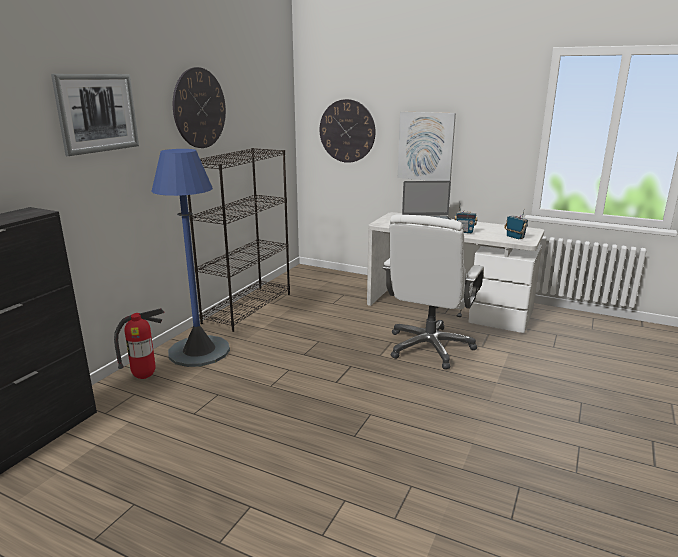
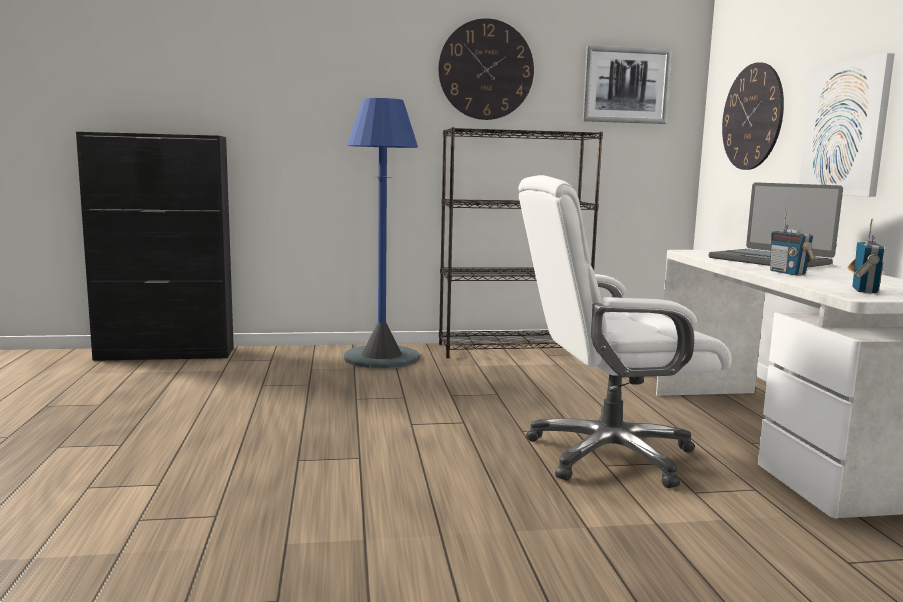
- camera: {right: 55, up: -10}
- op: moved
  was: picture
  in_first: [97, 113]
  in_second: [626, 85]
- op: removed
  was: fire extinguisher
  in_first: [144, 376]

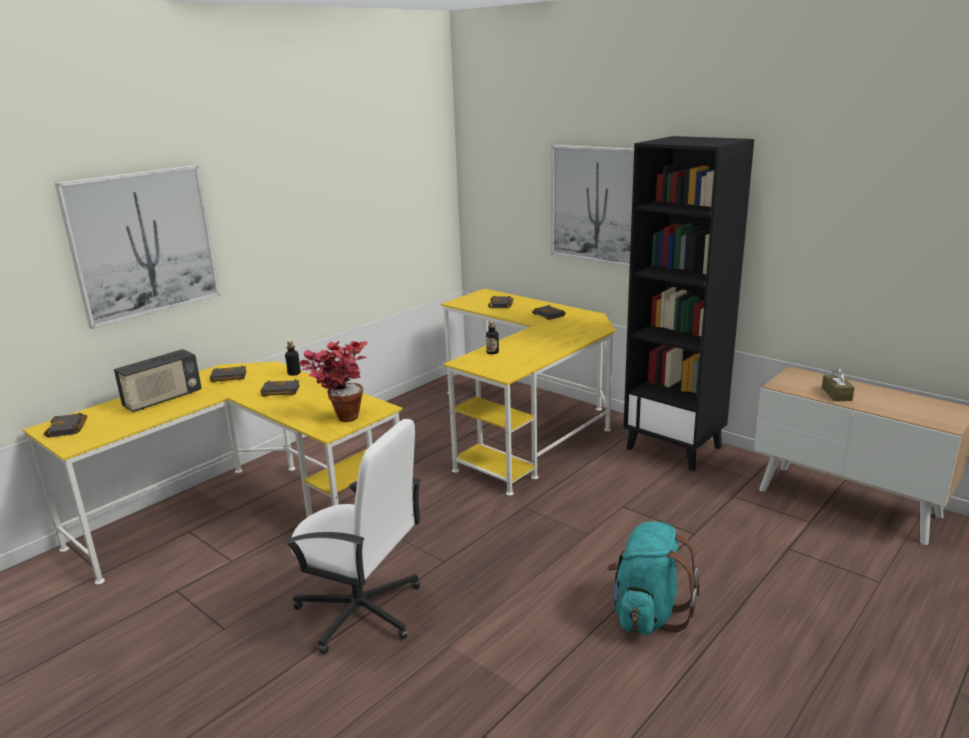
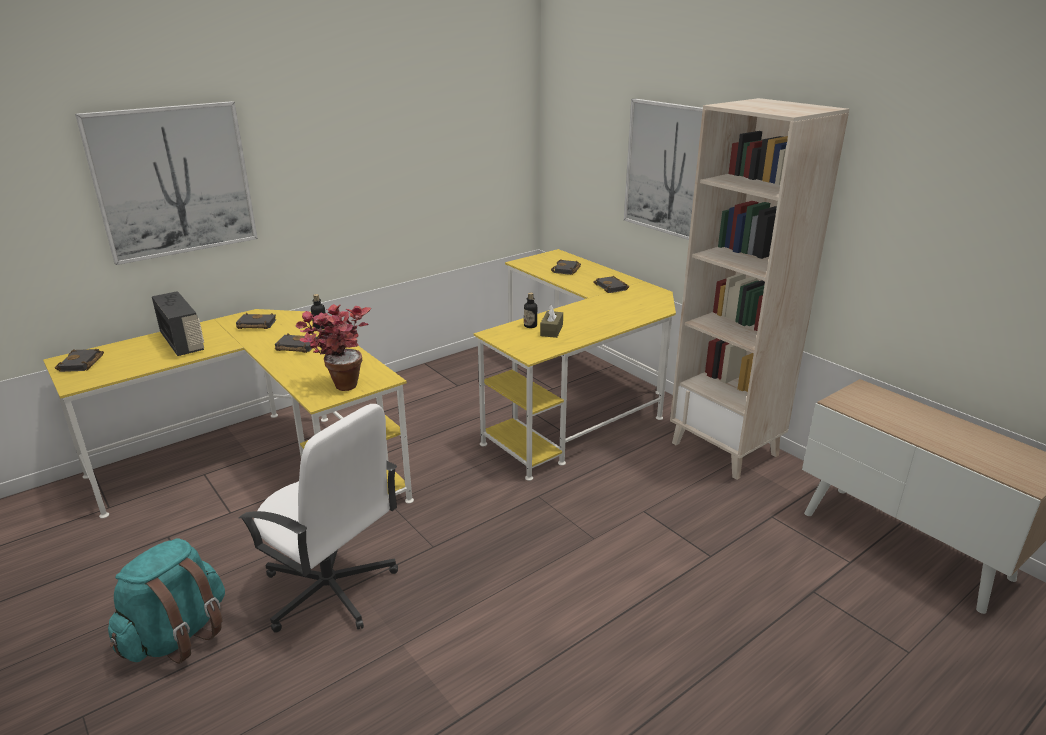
- camera: {right: 10, up: 5}
- op: moved
  was: backpack in turquoise
  in_first: [647, 614]
  in_second: [177, 635]
- op: turned
  was: radio
  in_first: [163, 400]
  in_second: [183, 342]
  clockwise: -90
- op: moved
  was: tissue box in brown
  in_first: [836, 394]
  in_second: [551, 330]
- op: recoloured
  was: bookcase in black
  now: bookcase in beige
  in_first: [674, 448]
  in_second: [725, 449]

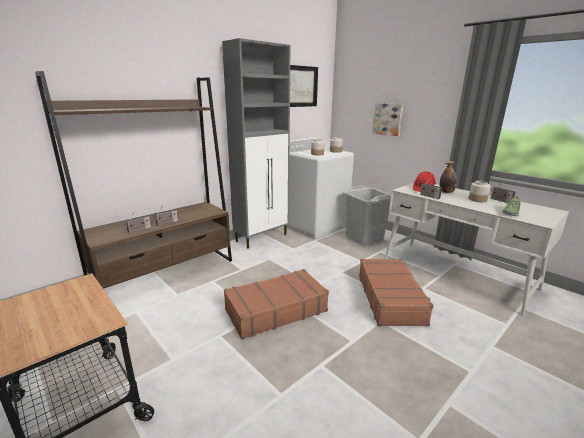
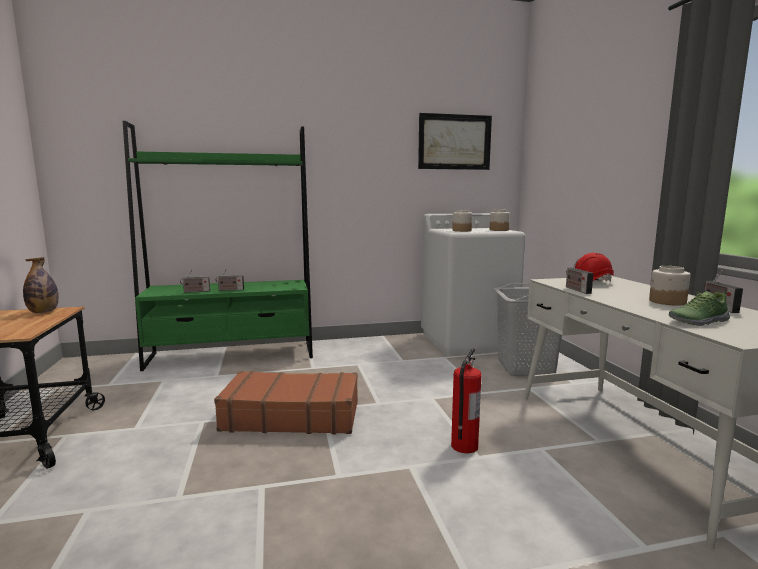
- camera: {right: 30, up: -10}
- op: moved
  was: bottle
  in_first: [446, 192]
  in_second: [43, 312]
- op: recoloured
  was: bookcase in brown
  now: bookcase in green
  in_first: [166, 274]
  in_second: [232, 355]
- op: replaced
  was: suitcase in brown
  now: fire extinguisher
  in_first: [390, 298]
  in_second: [464, 446]
- op: removed
  was: cabinet in grey
  in_first: [262, 238]
- op: removed
  was: picture
  in_first: [388, 119]

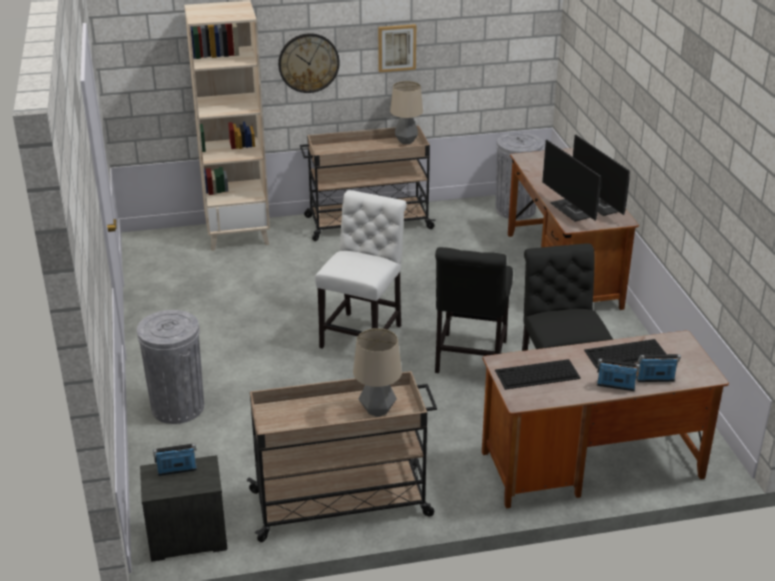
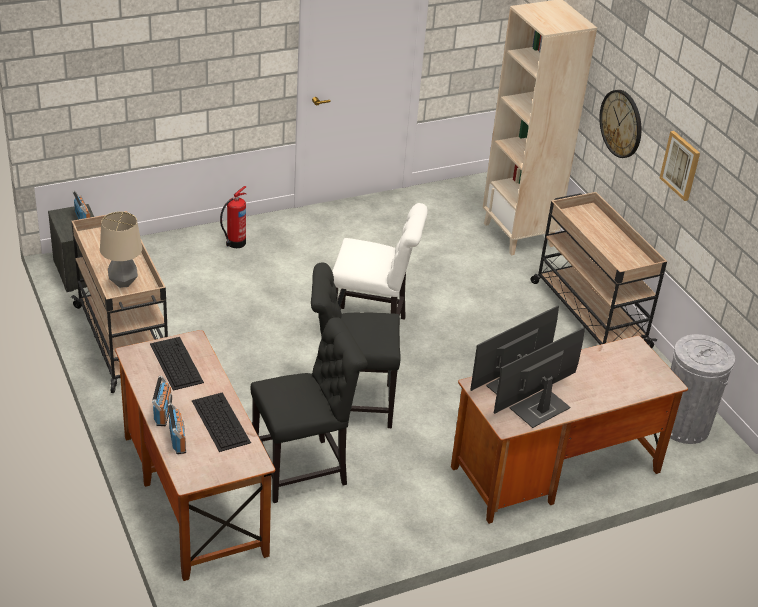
- camera: {right: 75, up: 5}
- op: replaced
  was: trash can in grey
  now: fire extinguisher
  in_first: [177, 407]
  in_second: [235, 243]
- op: removed
  was: table lamp
  in_first: [406, 141]

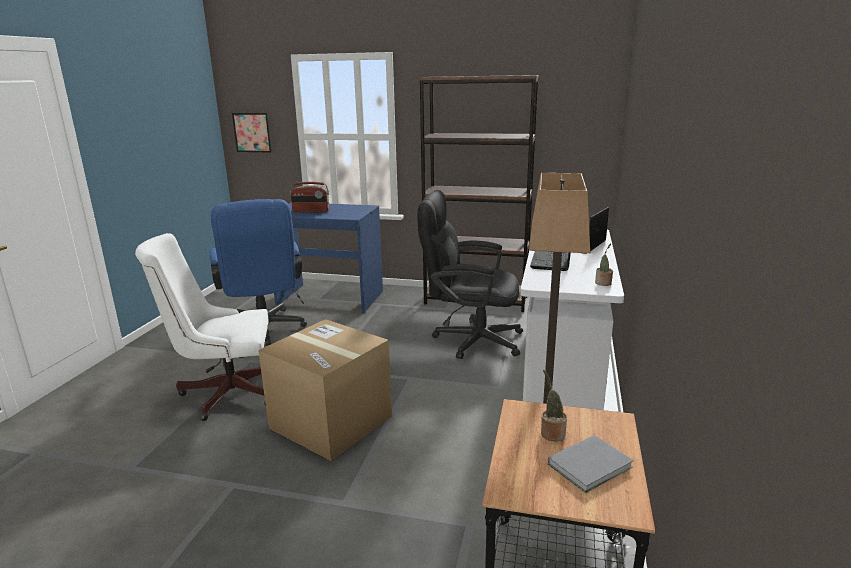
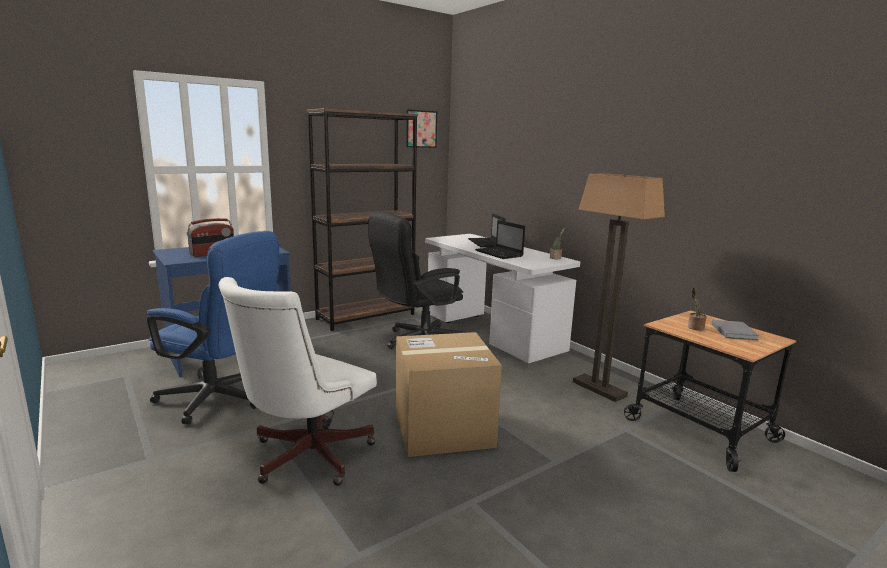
- camera: {right: -50, up: -5}
- op: moved
  was: picture
  in_first: [252, 132]
  in_second: [421, 129]

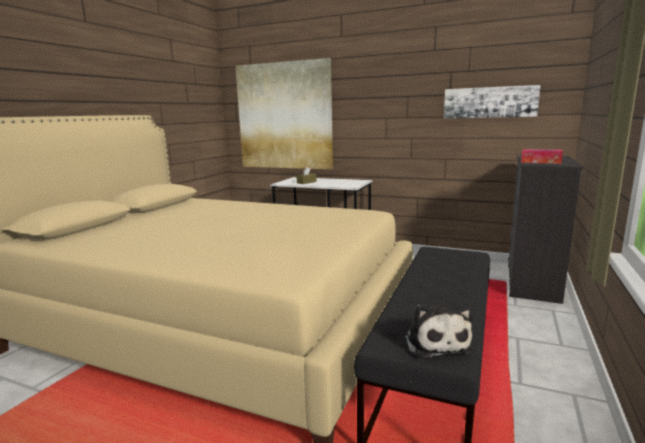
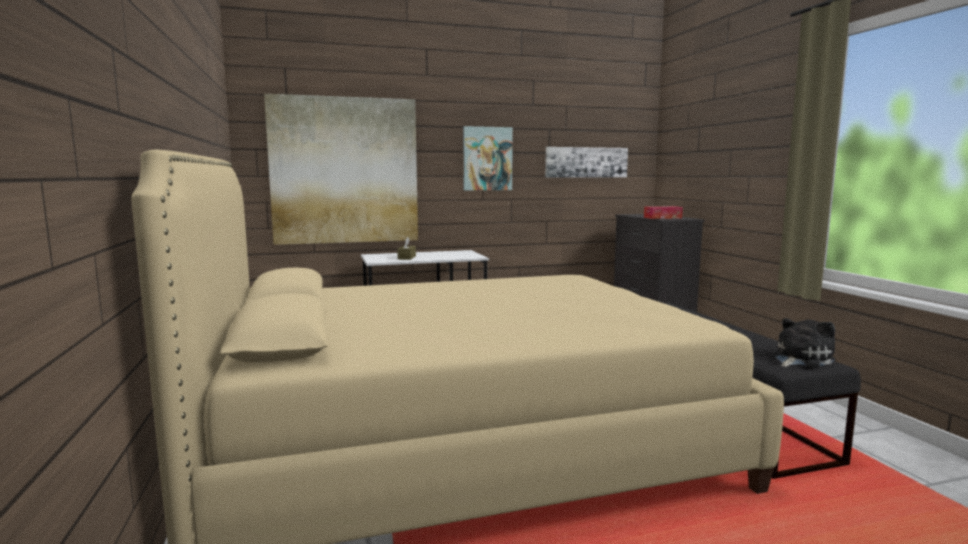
- camera: {right: -40, up: -5}
- op: added
  now: picture
  in_second: [487, 158]
- op: turned
  was: plush toy
  in_first: [436, 342]
  in_second: [799, 358]
  clockwise: -75

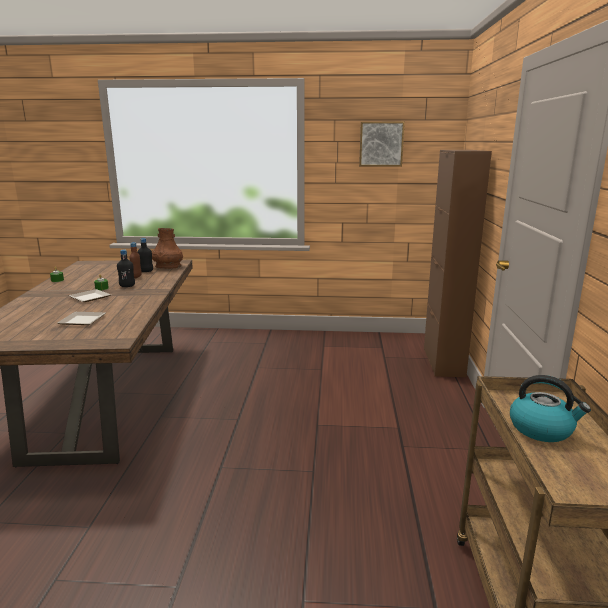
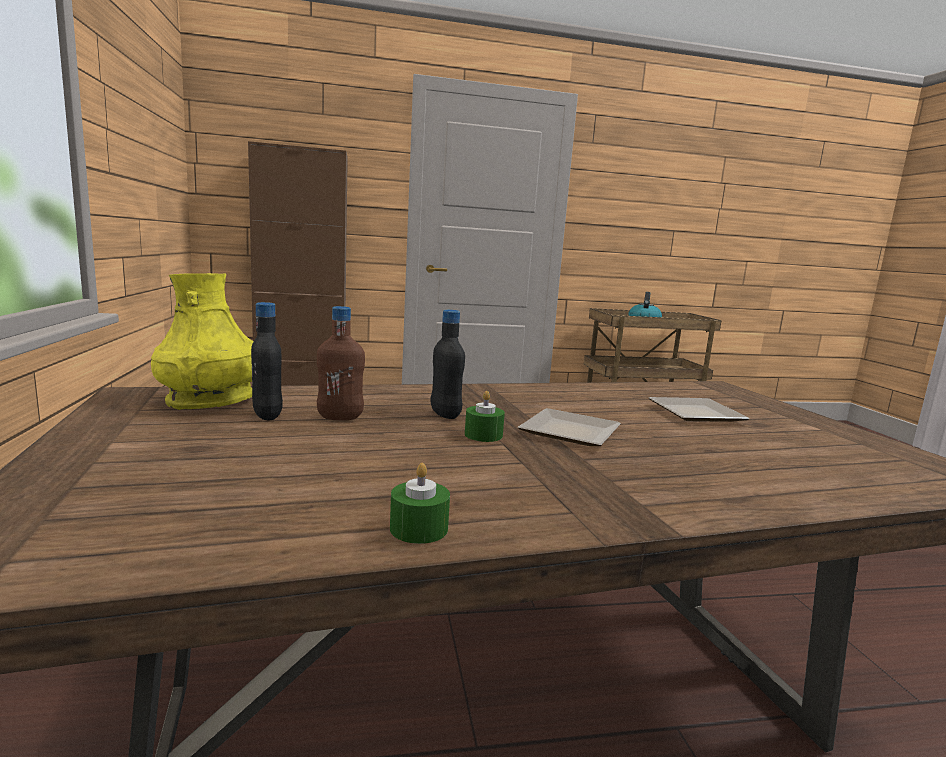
- camera: {right: -105, up: -5}
- op: recoloured
  was: vase in brown
  now: vase in yellow
  in_first: [168, 267]
  in_second: [211, 400]
- op: removed
  was: picture
  in_first: [381, 144]

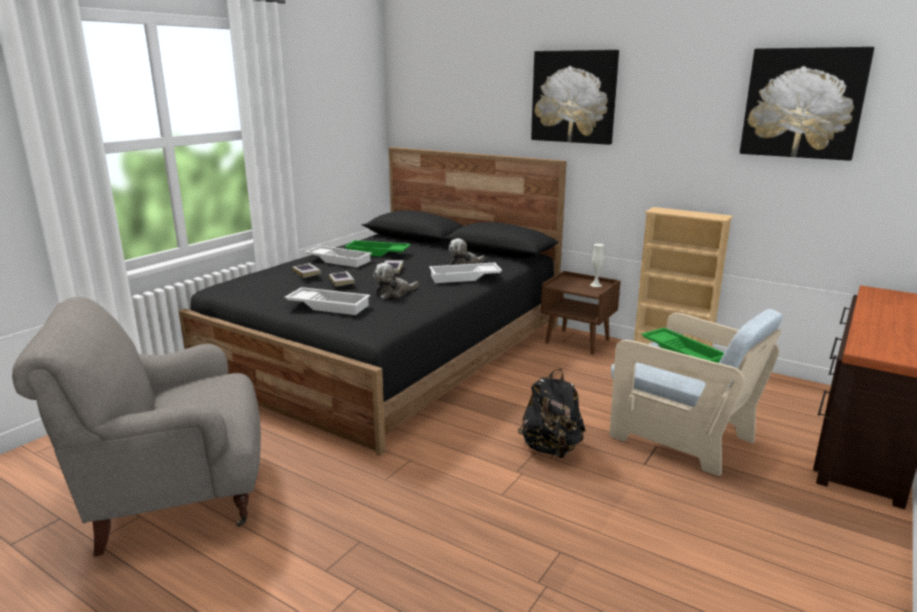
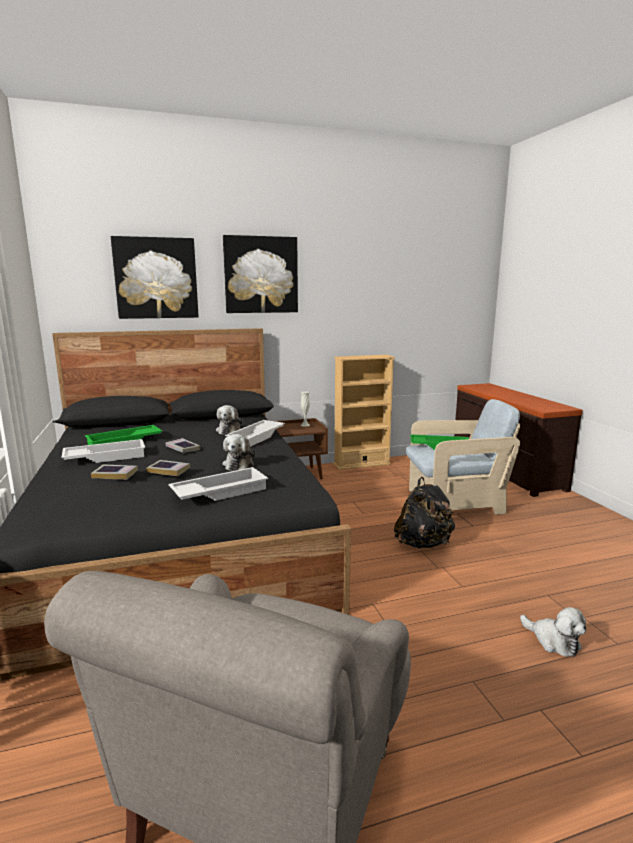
- camera: {right: -50, up: -5}
- op: moved
  was: picture
  in_first: [803, 103]
  in_second: [156, 278]
- op: added
  now: plush toy
  in_second: [553, 641]

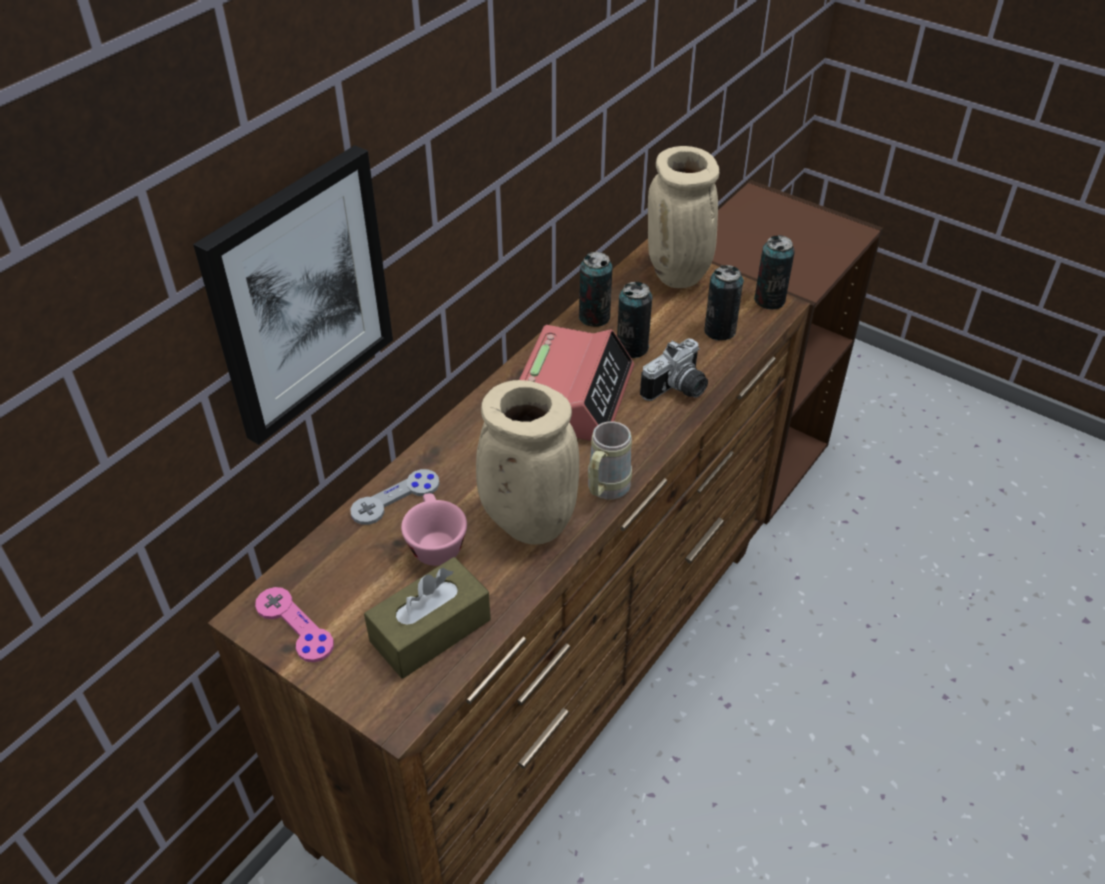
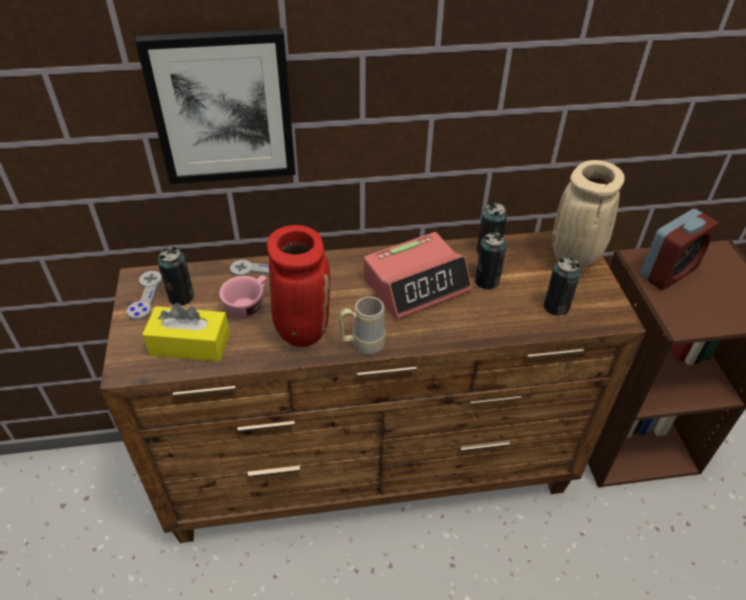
- camera: {right: 45, up: 0}
- op: recoloured
  was: game controller in pink
  now: game controller in grey
  in_first: [294, 626]
  in_second: [145, 296]
- op: recoloured
  was: tissue box in brown
  now: tissue box in yellow
  in_first: [430, 630]
  in_second: [190, 344]
- op: moved
  was: can
  in_first: [769, 300]
  in_second: [181, 297]
- op: recoloured
  was: vase in beige
  now: vase in red
  in_first: [526, 523]
  in_second: [301, 329]
- op: added
  now: alarm clock
  in_second: [668, 272]
- op: removed
  was: photo camera
  in_first: [678, 390]

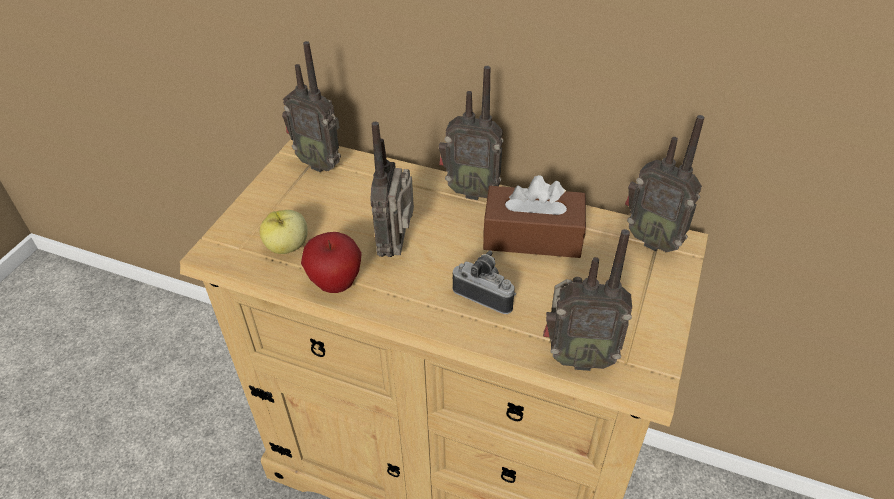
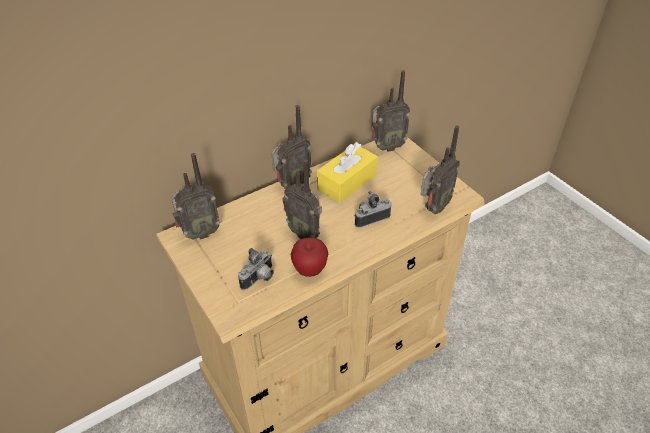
- camera: {right: -55, up: 0}
- op: replaced
  was: apple
  now: photo camera
  in_first: [287, 247]
  in_second: [259, 279]
- op: recoloured
  was: tissue box in brown
  now: tissue box in yellow
  in_first: [532, 236]
  in_second: [347, 182]

